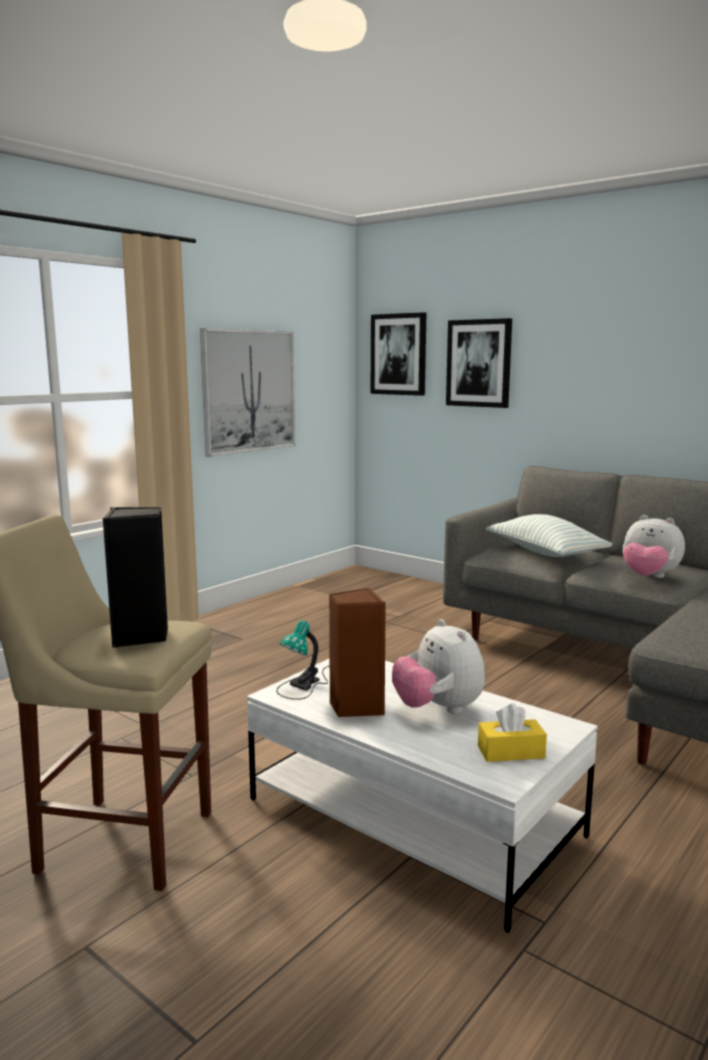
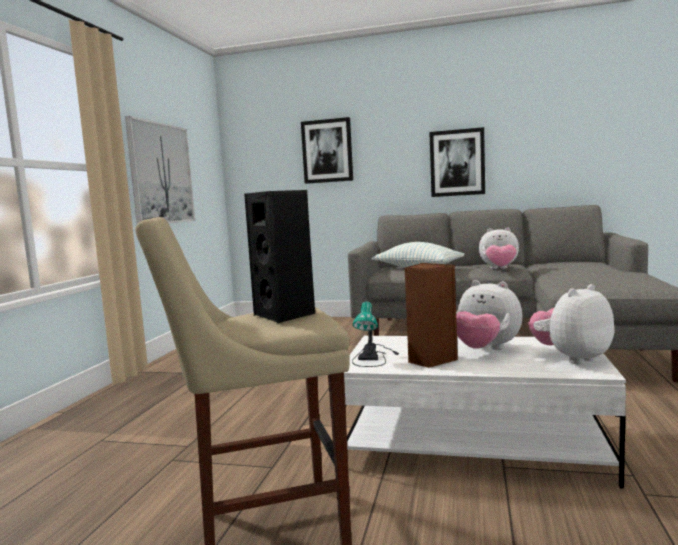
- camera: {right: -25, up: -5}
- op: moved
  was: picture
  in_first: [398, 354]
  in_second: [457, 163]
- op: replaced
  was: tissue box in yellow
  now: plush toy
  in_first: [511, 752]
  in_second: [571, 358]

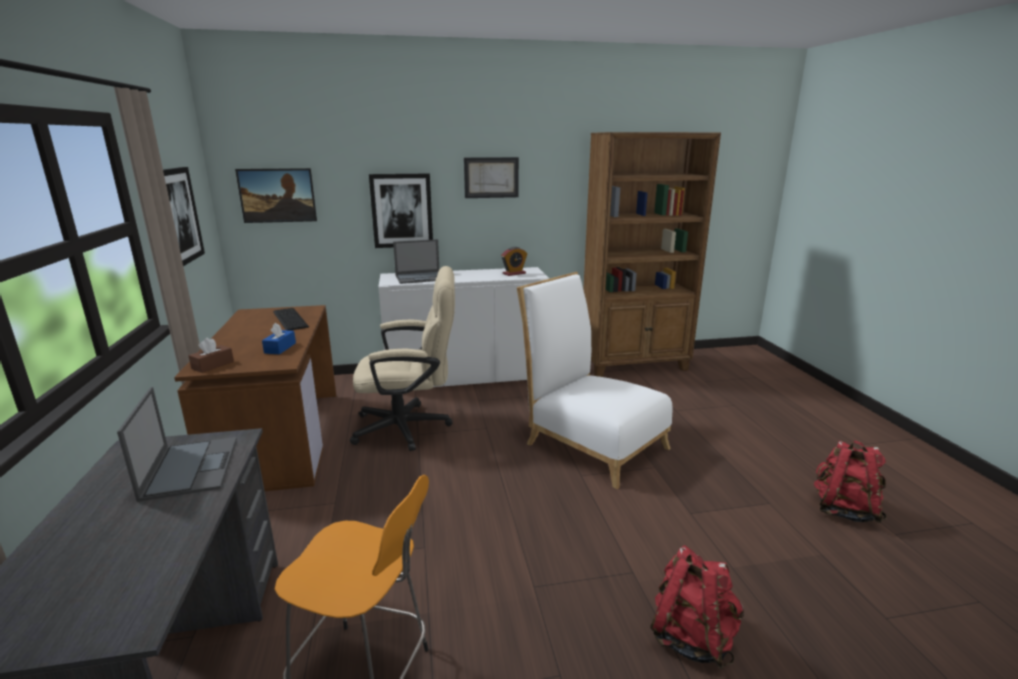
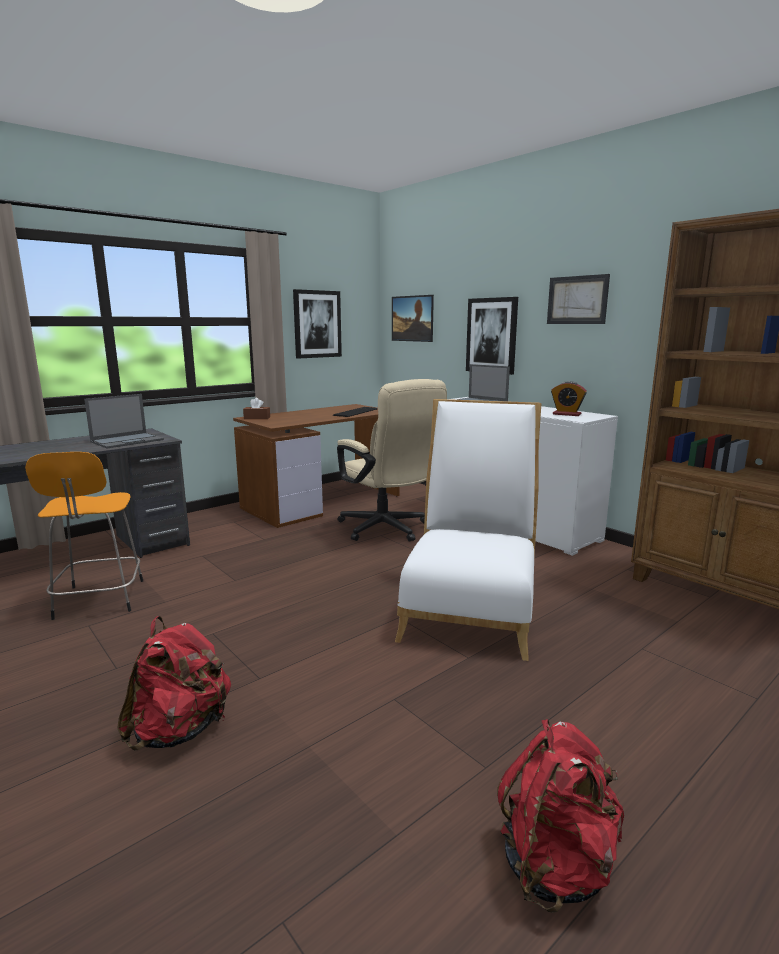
- camera: {right: 60, up: -5}
- op: removed
  was: tissue box in blue
  in_first: [280, 348]

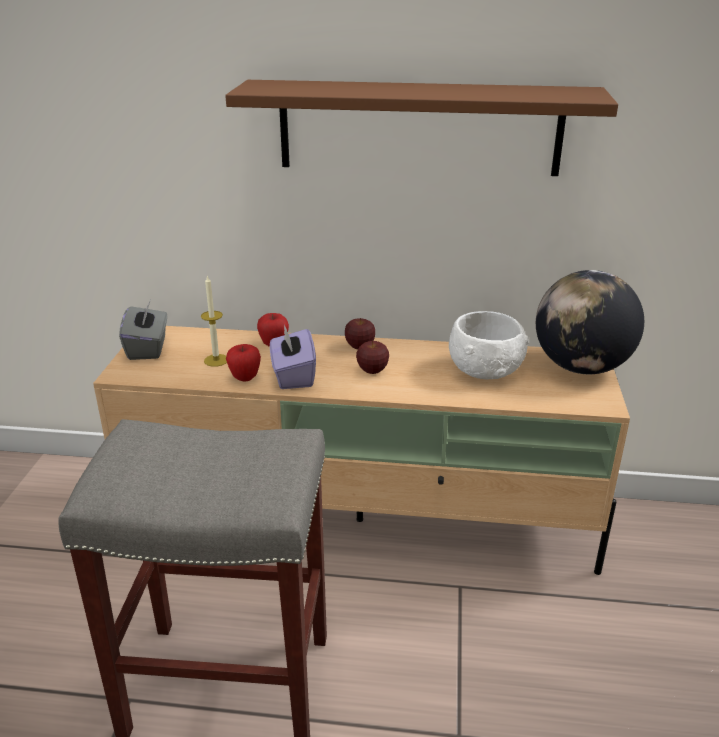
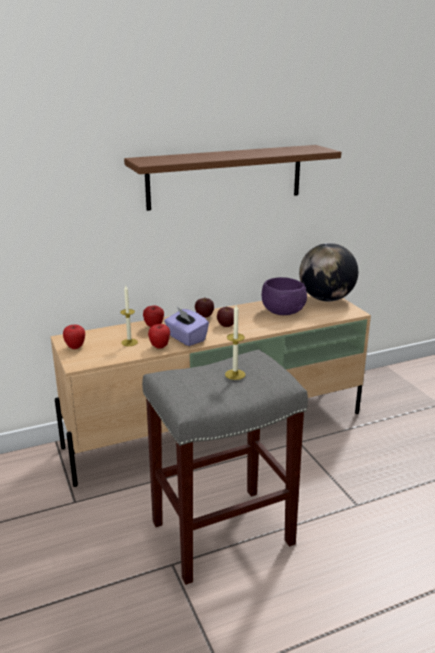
- camera: {right: -30, up: -5}
- op: replaced
  was: tissue box in grey
  now: apple
  in_first: [148, 348]
  in_second: [75, 347]
- op: added
  now: candle
  in_second: [235, 374]
- op: recoloured
  was: bowl in white
  now: bowl in purple
  in_first: [485, 369]
  in_second: [283, 311]

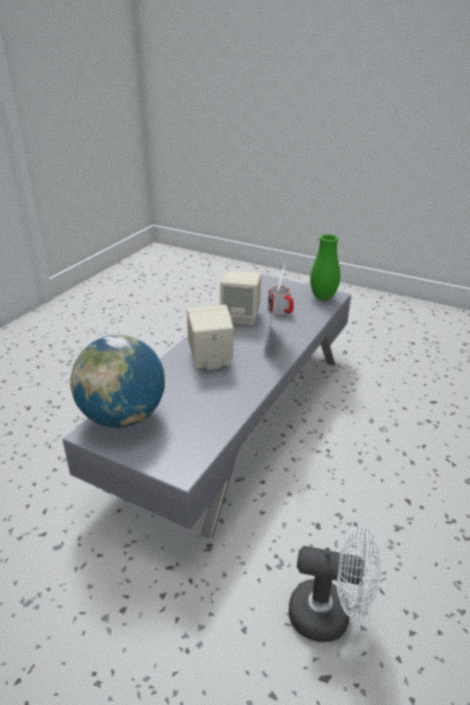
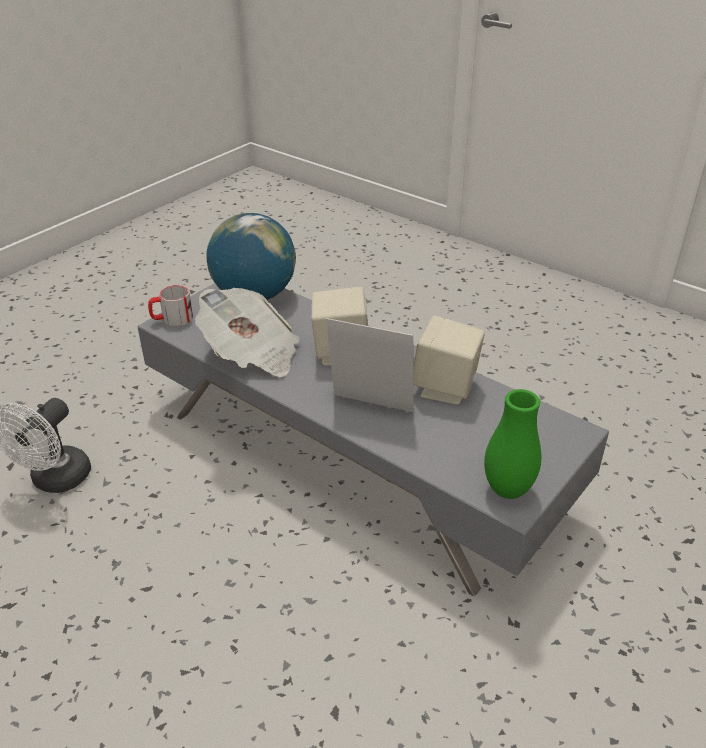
- camera: {right: 100, up: 5}
- op: moved
  was: mug
  in_first: [281, 311]
  in_second: [172, 319]
- op: added
  now: newspaper
  in_second: [251, 354]

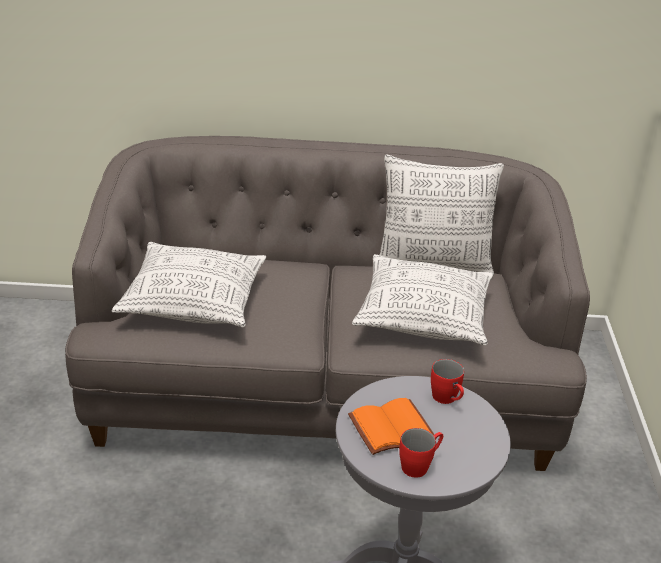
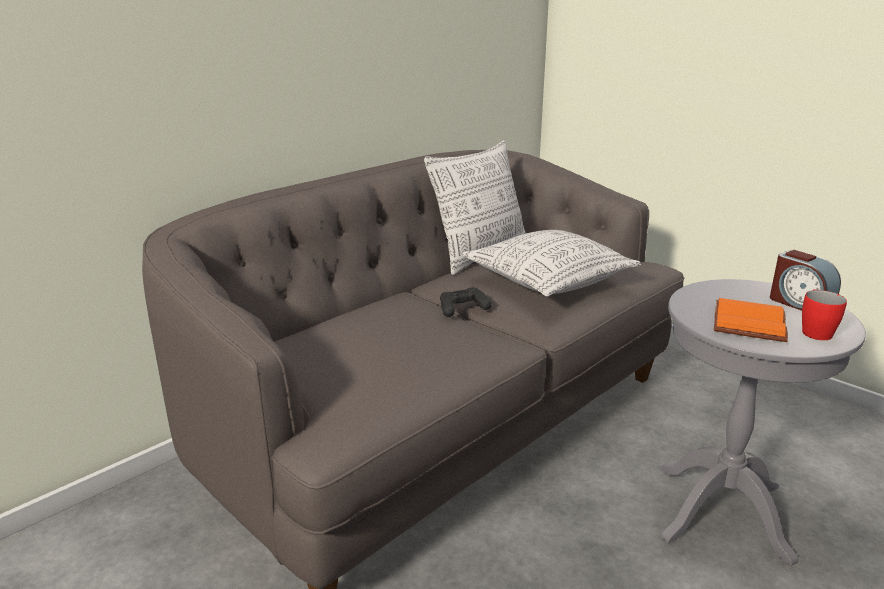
- camera: {right: -45, up: -10}
- op: added
  now: game controller in black
  in_second: [463, 309]
- op: added
  now: alarm clock
  in_second: [800, 303]
- op: removed
  was: pillow
  in_first: [194, 302]
- op: removed
  was: mug in red
  in_first: [447, 400]

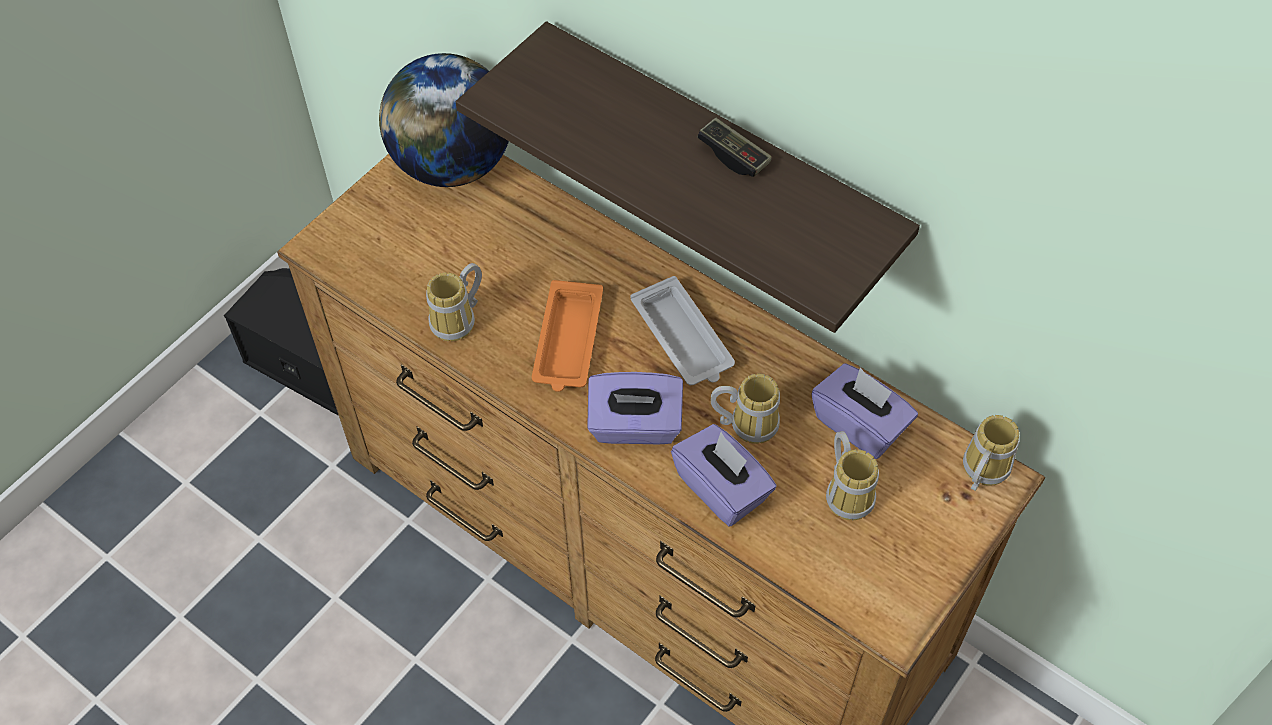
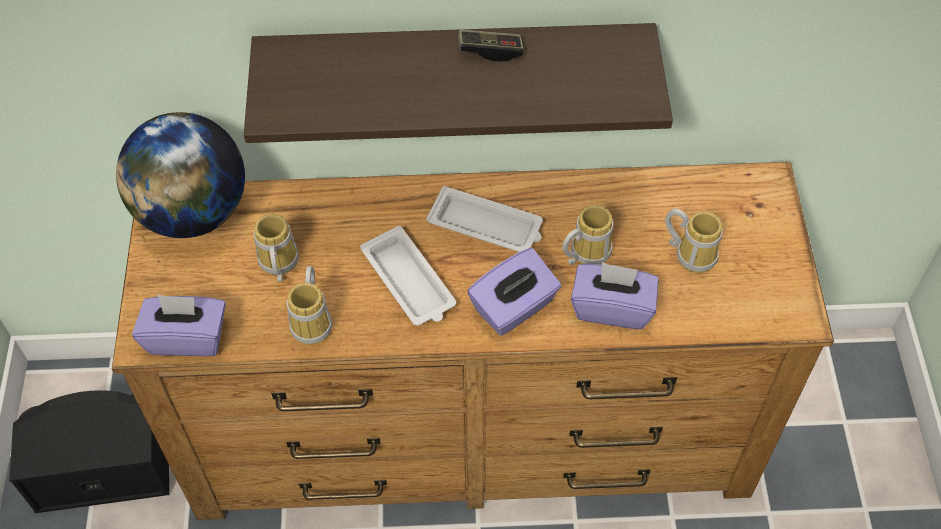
- camera: {right: -40, up: 0}
- op: moved
  was: tissue box in purple
  in_first: [860, 424]
  in_second: [187, 337]
- op: moved
  was: mug
  in_first: [980, 470]
  in_second: [277, 265]
- op: recoloured
  was: tray in orange
  now: tray in white
  in_first: [568, 342]
  in_second: [409, 282]

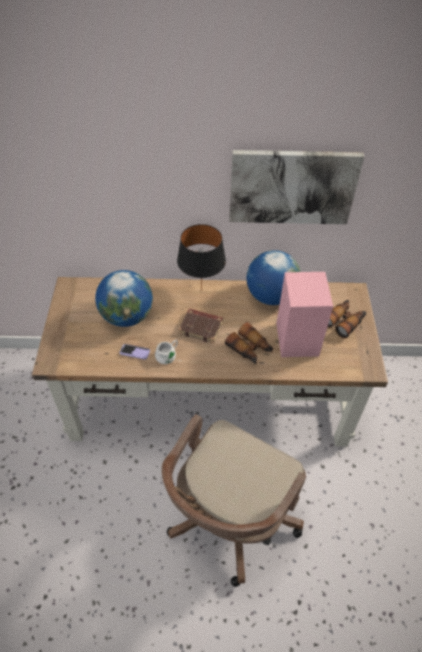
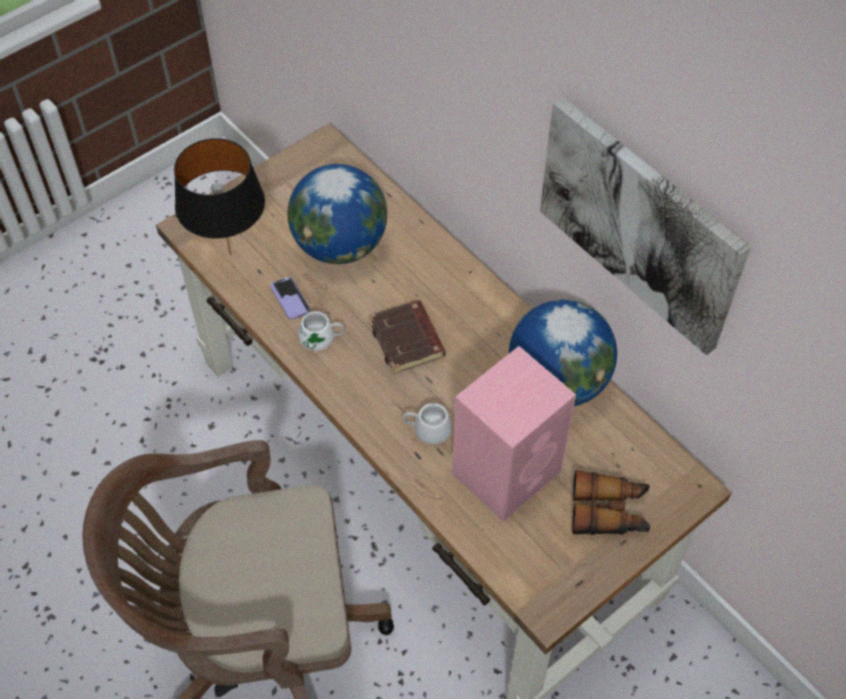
- camera: {right: 50, up: 5}
- op: moved
  was: table lamp in black
  in_first: [202, 290]
  in_second: [230, 255]
- op: replaced
  was: binoculars
  now: mug in white
  in_first: [250, 349]
  in_second: [427, 425]

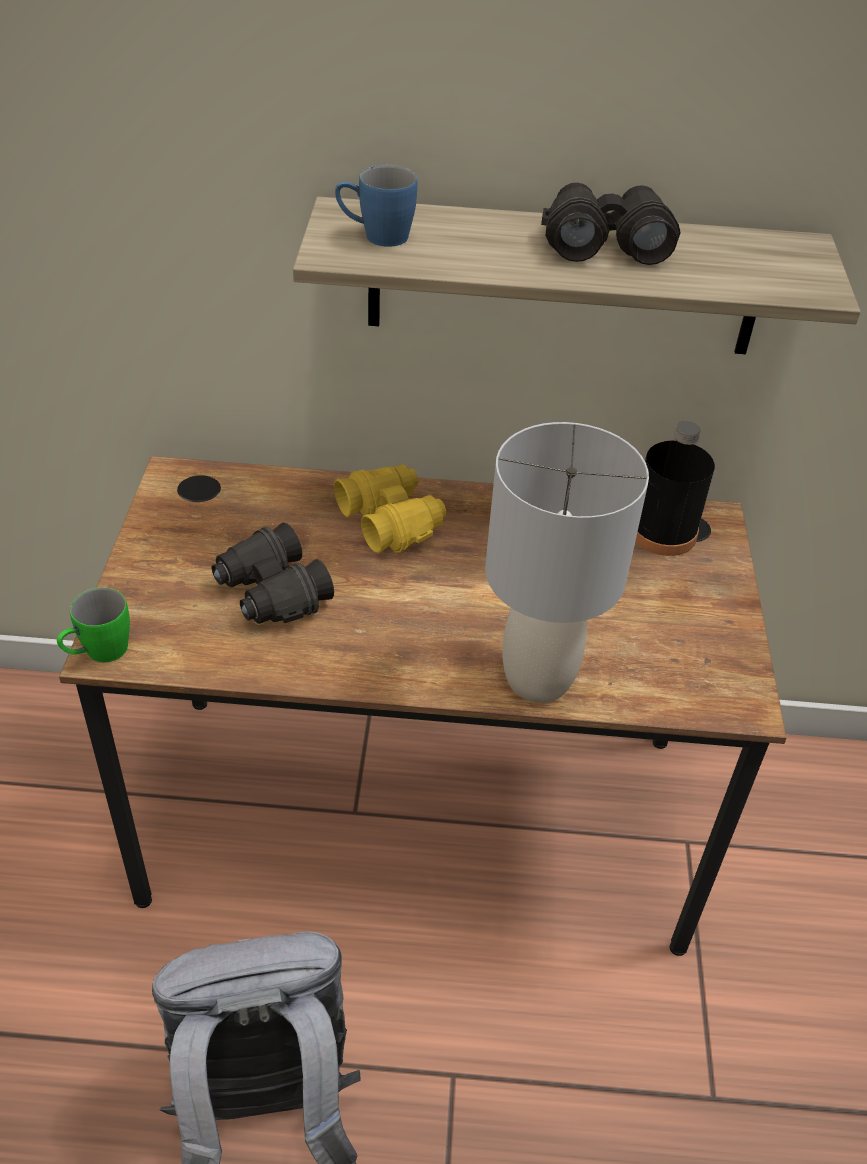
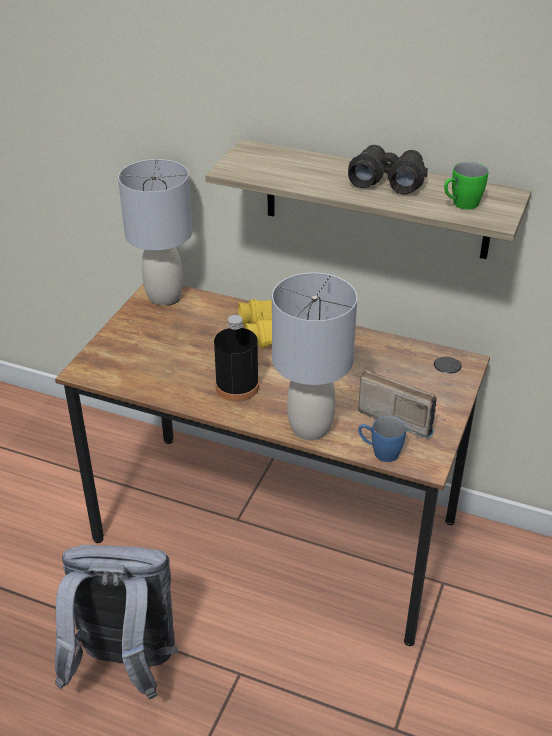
- camera: {right: 20, up: -5}
- op: added
  now: table lamp in grey
  in_second: [165, 296]
- op: moved
  was: bottle in black
  in_first: [663, 533]
  in_second: [237, 387]
- op: added
  now: radio
  in_second: [397, 415]
- op: moved
  was: mug in blue
  in_first: [375, 236]
  in_second: [379, 452]
- op: moved
  was: mug in green
  in_first: [98, 653]
  in_second: [460, 205]
- op: removed
  was: binoculars in black
  in_first: [271, 593]

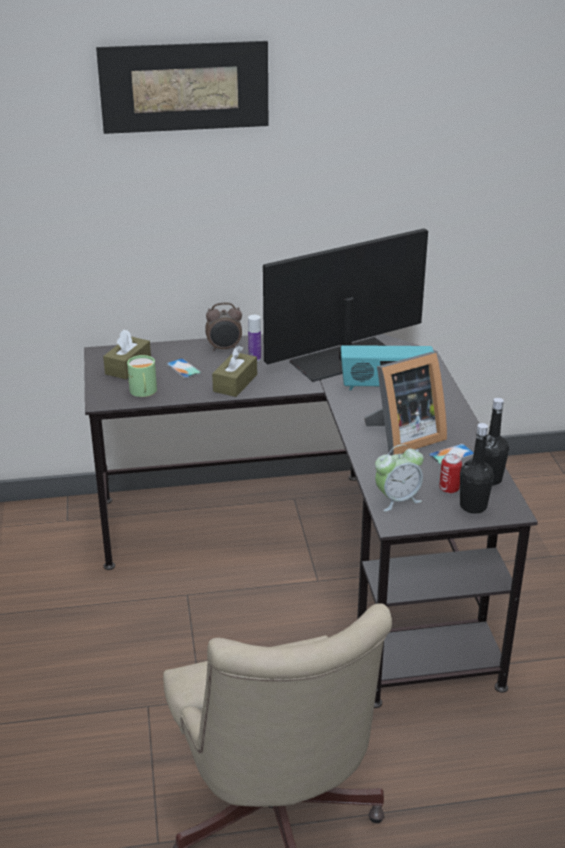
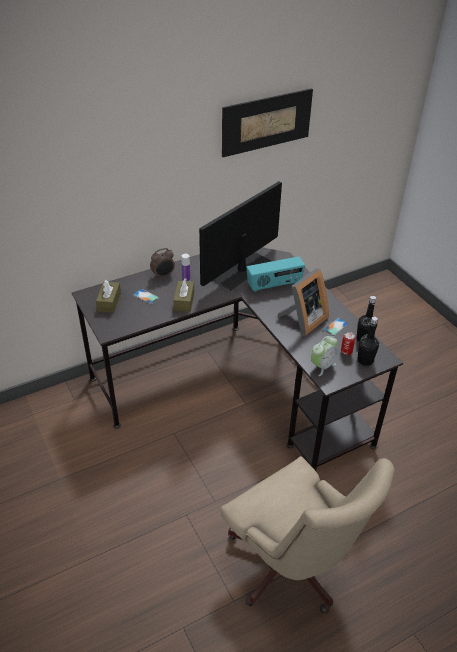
- camera: {right: -20, up: 10}
- op: moved
  was: picture
  in_first: [184, 87]
  in_second: [266, 122]
- op: removed
  was: mug in green
  in_first: [143, 391]

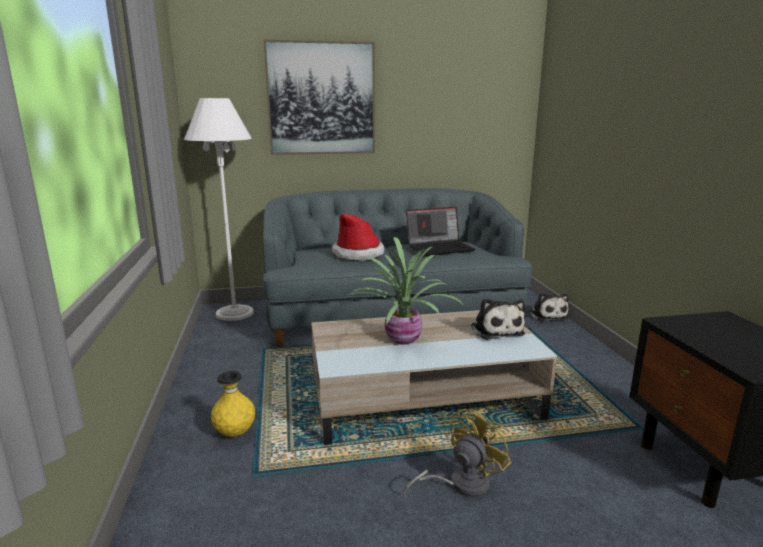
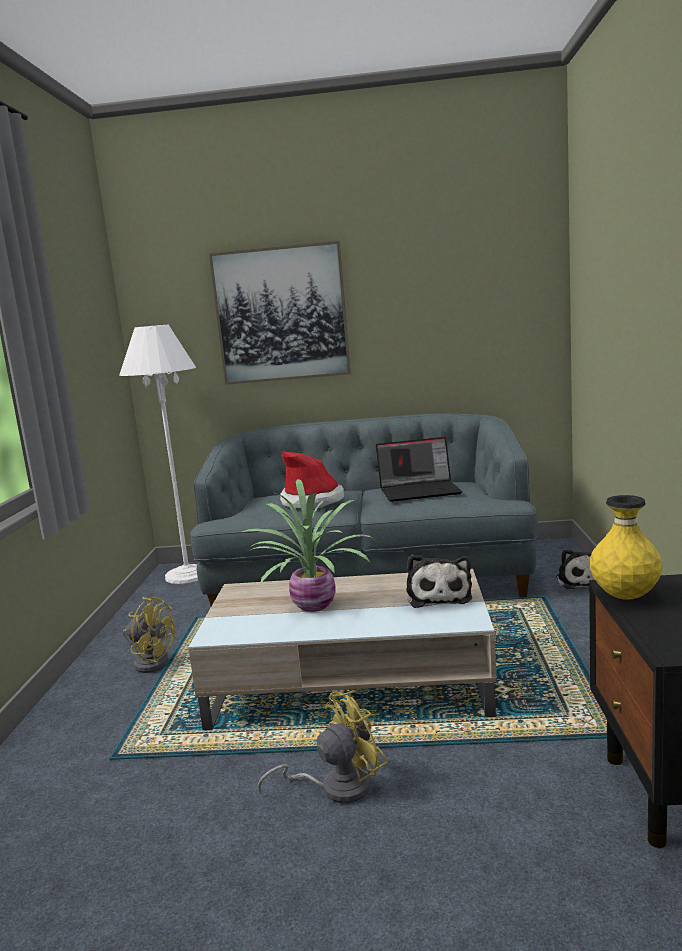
- camera: {right: 15, up: -5}
- op: added
  now: fan in yellow
  in_second: [151, 661]
- op: moved
  was: vase in yellow
  in_first: [235, 433]
  in_second: [625, 597]

